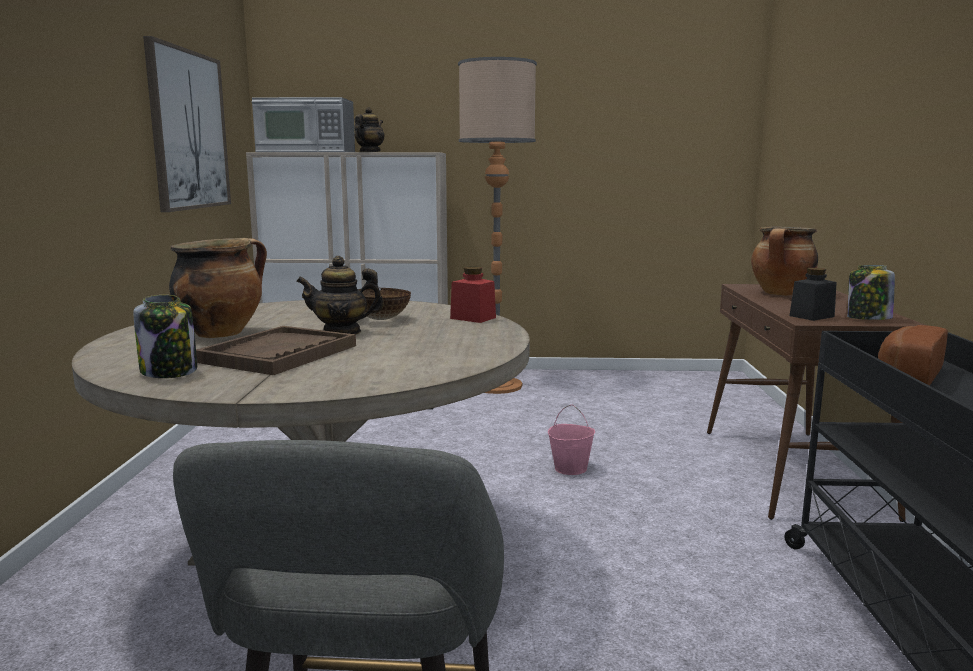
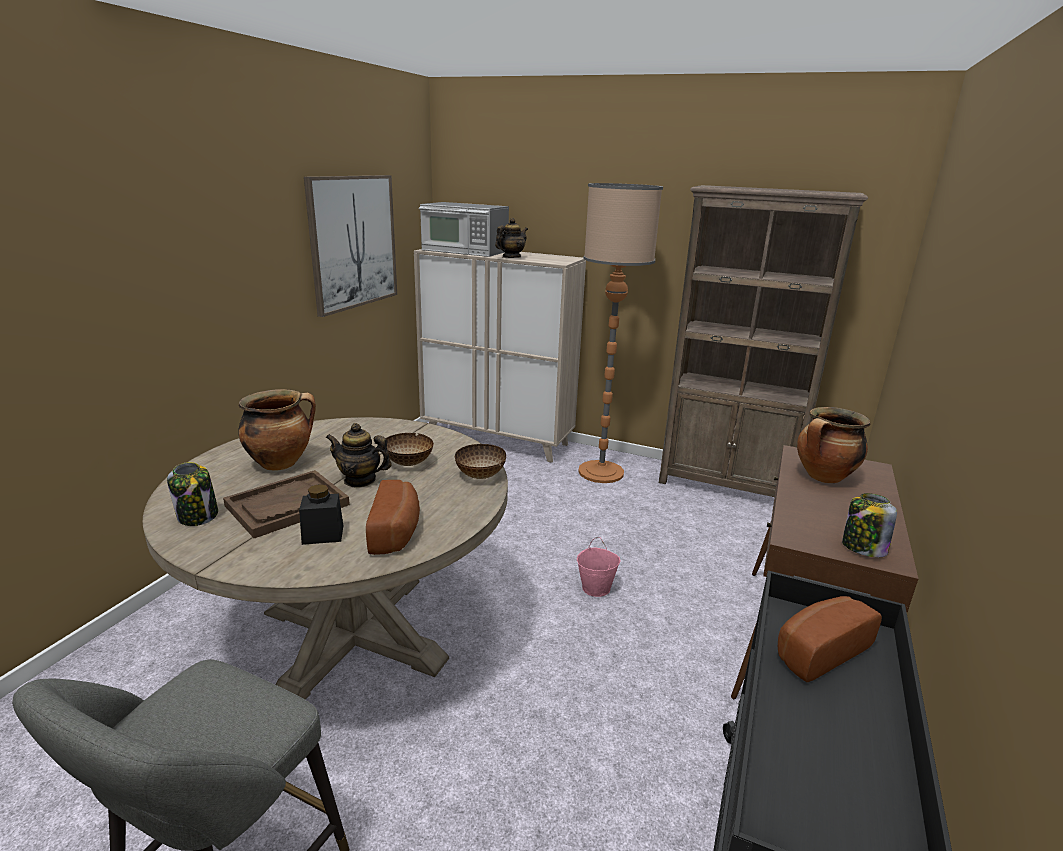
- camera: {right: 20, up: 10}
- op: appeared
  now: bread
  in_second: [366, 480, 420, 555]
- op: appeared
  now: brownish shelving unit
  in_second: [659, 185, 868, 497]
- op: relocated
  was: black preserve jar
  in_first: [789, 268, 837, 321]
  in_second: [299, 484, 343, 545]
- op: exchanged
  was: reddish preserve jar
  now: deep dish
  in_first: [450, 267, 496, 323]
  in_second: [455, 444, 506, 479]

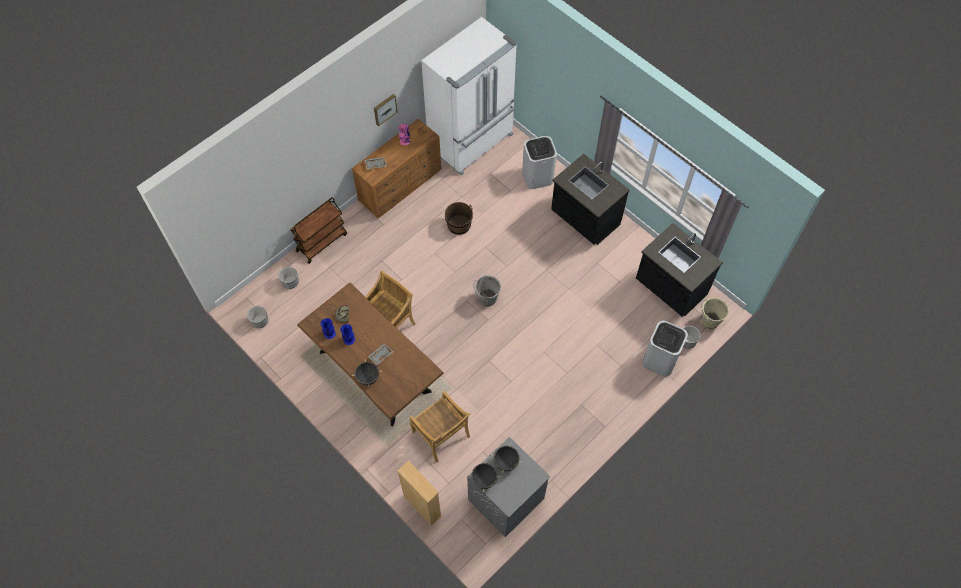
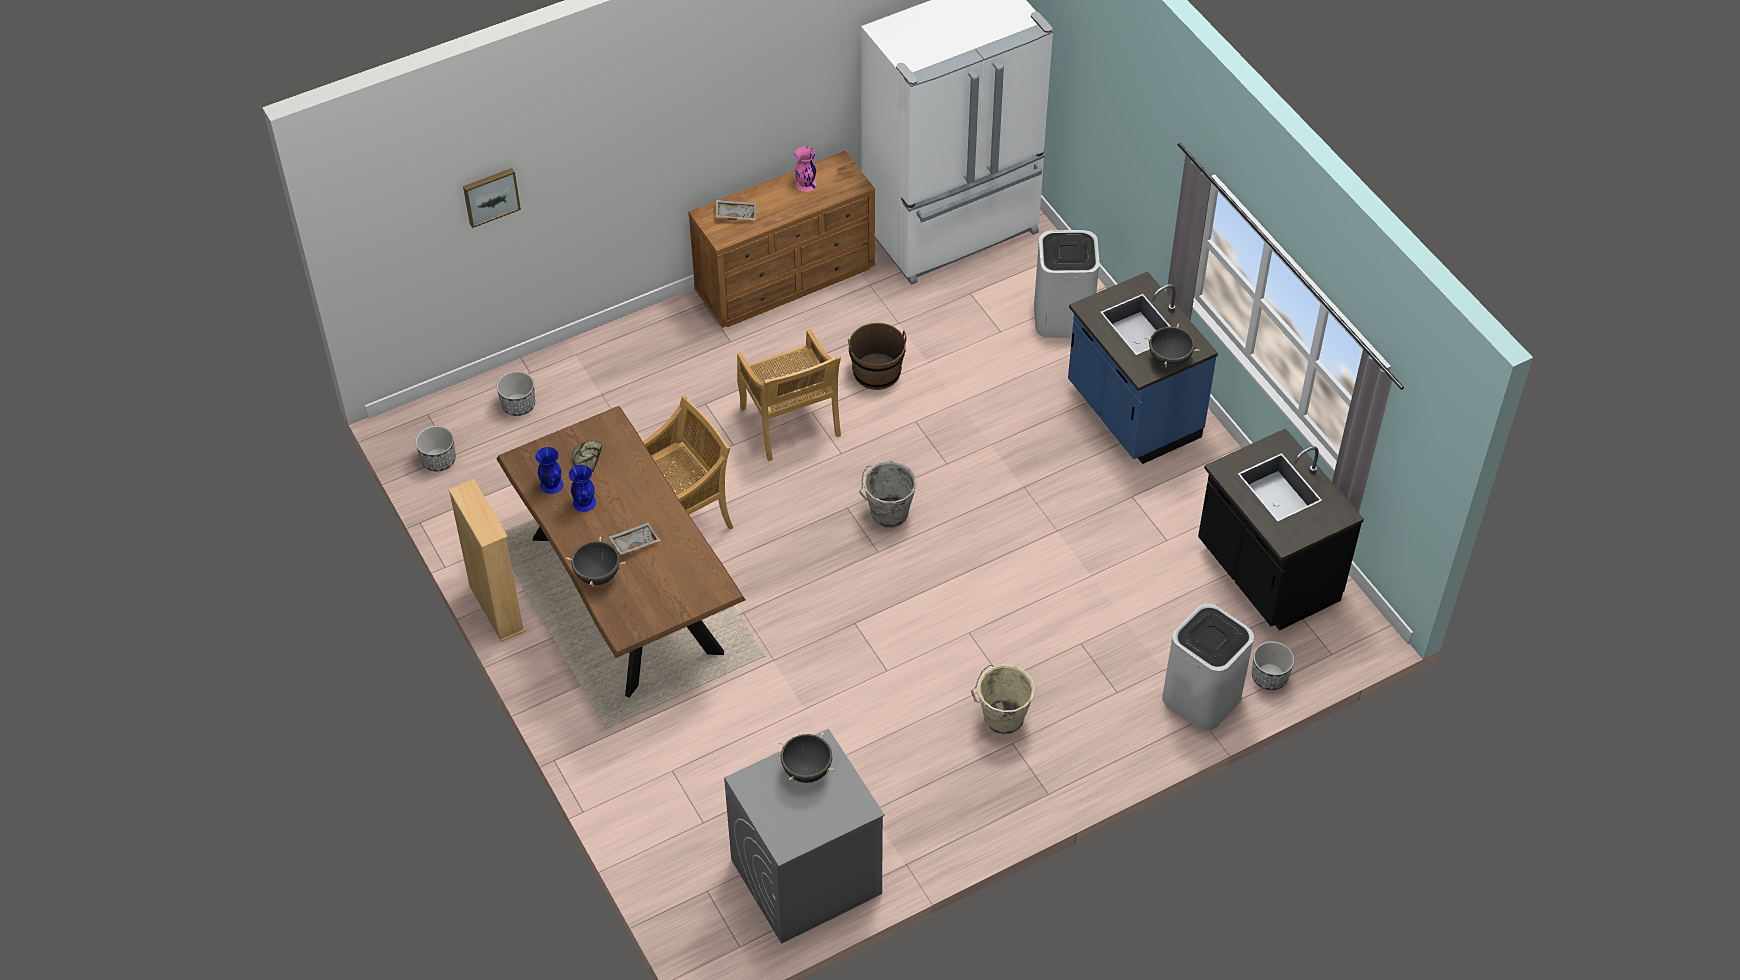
- camera: {right: 15, up: -10}
- op: missing
  was: brownish cart
  in_first: [290, 197, 347, 264]
- op: relocated
  was: wall art
  in_first: [374, 94, 397, 126]
  in_second: [463, 168, 521, 228]
- op: relocated
  was: beige-coloured shelving unit
  in_first: [398, 461, 442, 526]
  in_second: [449, 479, 526, 642]
- op: relocated
  was: beige-coloured plain chair
  in_first: [410, 391, 470, 463]
  in_second: [737, 329, 841, 461]
- op: relocated
  was: black cooking pot
  in_first: [468, 460, 501, 492]
  in_second: [1144, 324, 1199, 367]
- op: relocated
  was: beige-coloured pail
  in_first: [701, 298, 729, 329]
  in_second: [971, 664, 1035, 735]
- op: colour
  was: black kitchen base unit
  now: blue kitchen base unit
  in_first: [551, 154, 630, 245]
  in_second: [1068, 271, 1218, 464]

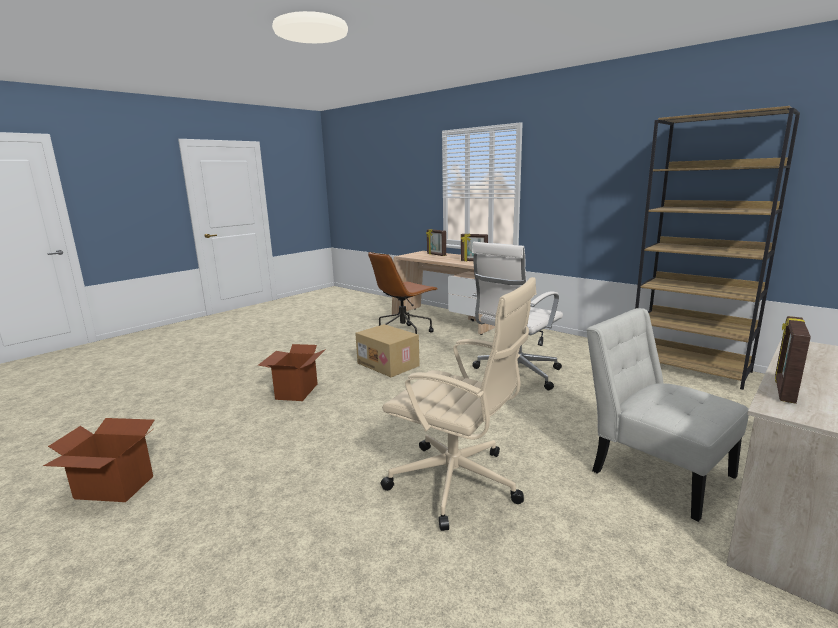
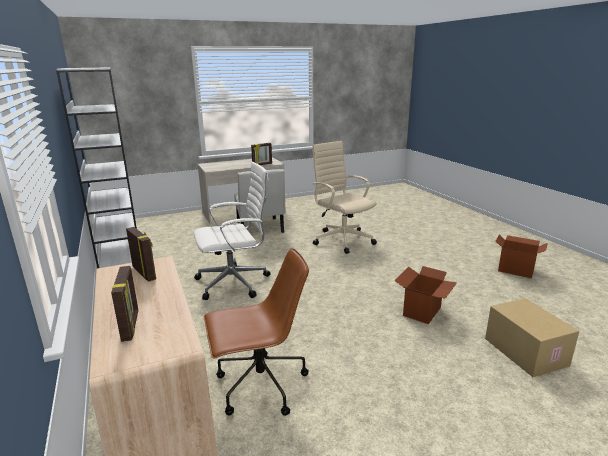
- camera: {right: -155, up: 5}
- op: relocated
  was: cardboard box
  in_first: [355, 324, 420, 377]
  in_second: [485, 298, 579, 377]
- op: colour
  was: brownish shelving unit
  now: white shelving unit
  in_first: [635, 106, 800, 390]
  in_second: [56, 67, 137, 269]

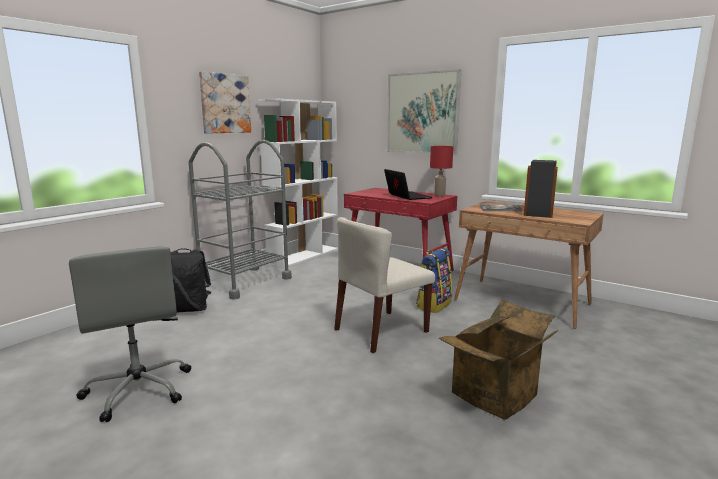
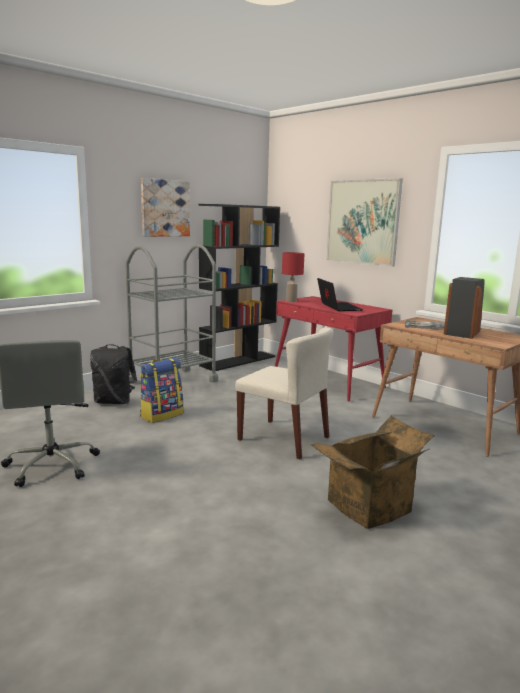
- camera: {right: 10, up: 0}
- op: relocated
  was: knapsack
  in_first: [416, 248, 452, 313]
  in_second: [140, 358, 183, 423]
- op: relocated
  was: reddish tabletop lamp
  in_first: [430, 146, 453, 197]
  in_second: [282, 252, 305, 302]
- op: colour
  was: white shelving unit
  now: black shelving unit
  in_first: [258, 98, 338, 268]
  in_second: [199, 204, 280, 371]
- op: spun
  was: beige-coloured plain chair
  in_first: [334, 217, 435, 353]
  in_second: [235, 327, 334, 459]
  clockwise: -120

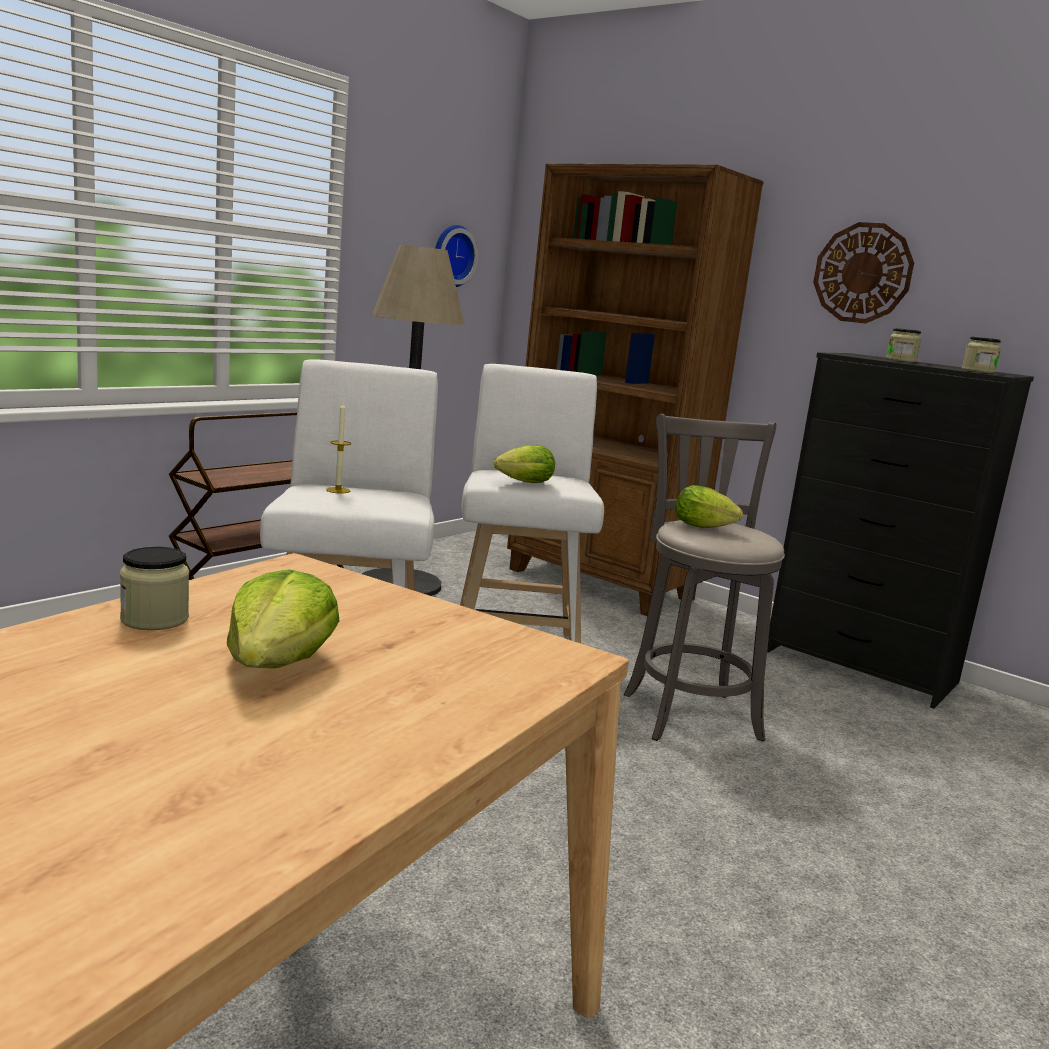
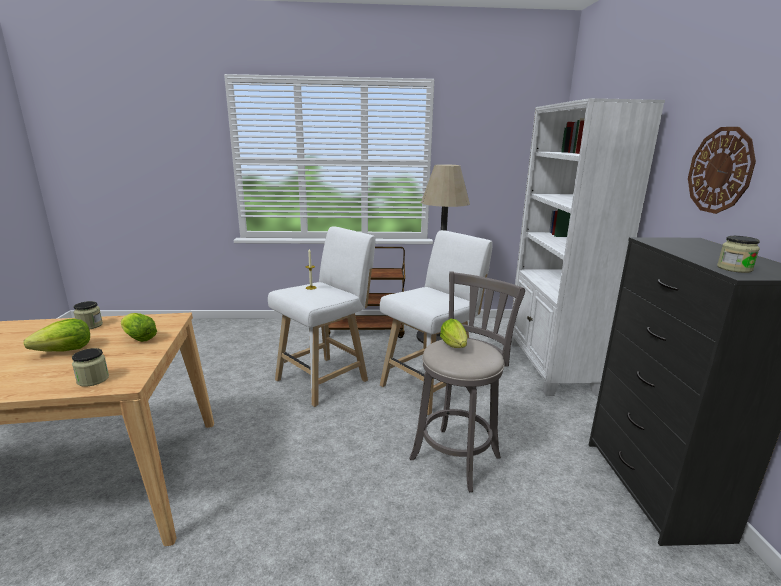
- camera: {right: 50, up: 5}
- op: missing
  was: clock on the wall
  in_first: [435, 225, 478, 287]
- op: relocated
  was: lettuce
  in_first: [494, 445, 555, 483]
  in_second: [121, 313, 157, 342]
- op: relocated
  was: preserve jar
  in_first: [886, 328, 921, 362]
  in_second: [72, 348, 109, 387]
- op: colour
  was: brownish shelving unit
  now: white shelving unit
  in_first: [507, 164, 764, 616]
  in_second: [511, 98, 665, 396]

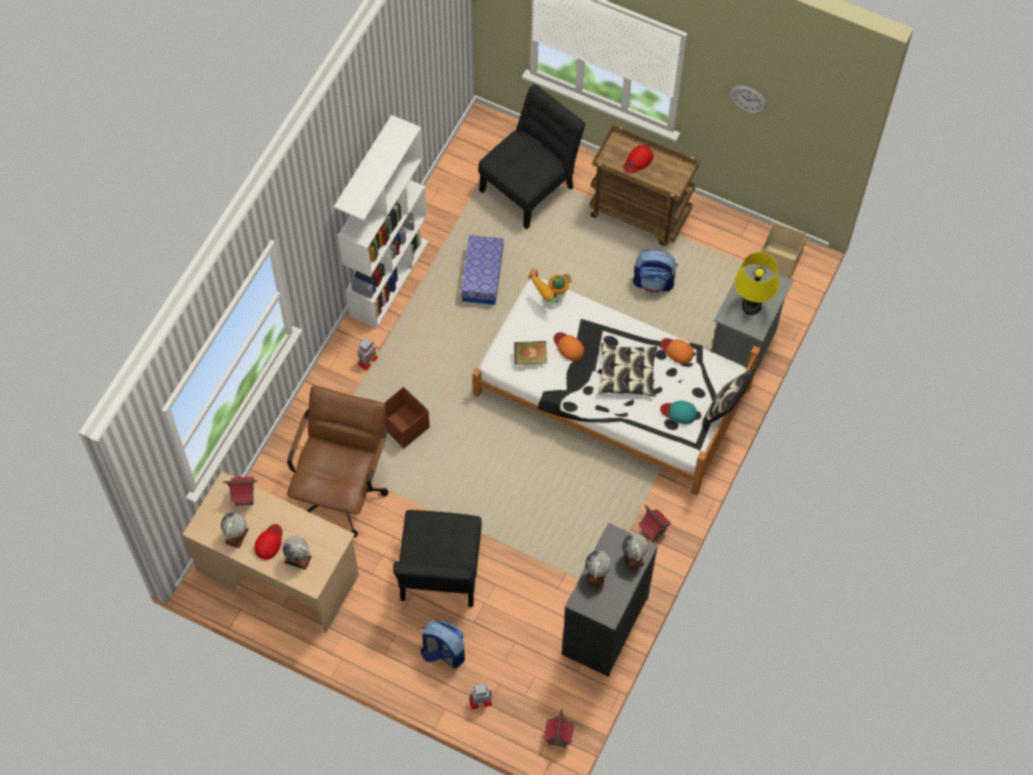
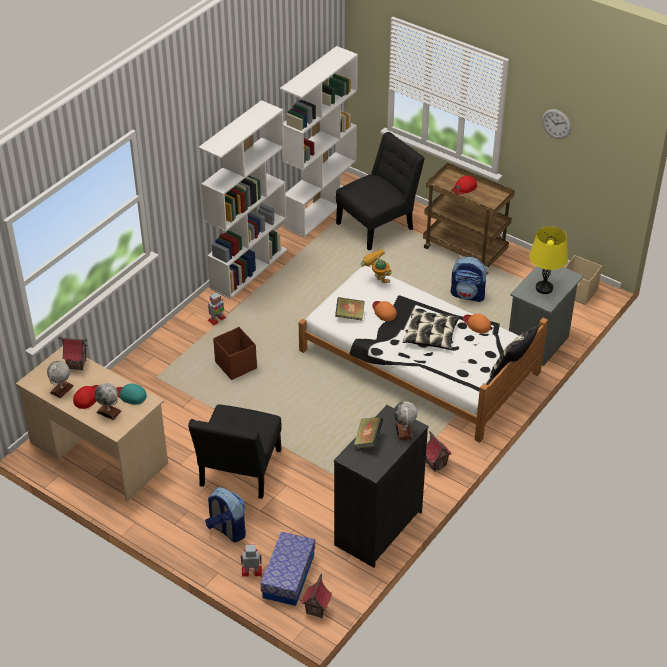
- camera: {right: 10, up: -20}
- op: missing
  was: brownish desk chair
  in_first: [287, 386, 388, 538]
- op: appeared
  now: white shelving unit
  in_second: [280, 46, 358, 237]
- op: relocated
  was: storage box
  in_first: [461, 235, 504, 305]
  in_second: [260, 532, 315, 606]
- op: relocated
  was: blue-green cap
  in_first: [660, 401, 697, 424]
  in_second: [116, 384, 147, 405]
- op: exchanged
  was: desk globe
  now: book
  in_first: [585, 550, 612, 587]
  in_second: [354, 417, 383, 449]
- op: spun
  was: toy robot
  in_first: [531, 274, 571, 304]
  in_second: [361, 249, 392, 283]
  clockwise: 75

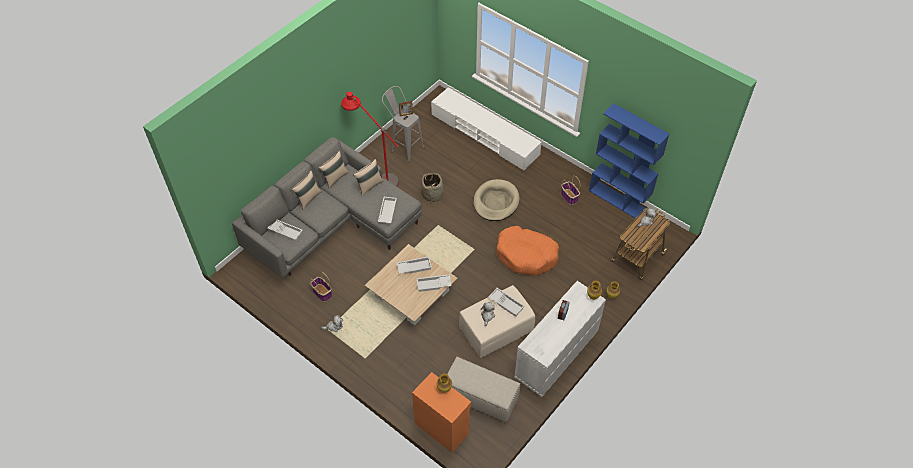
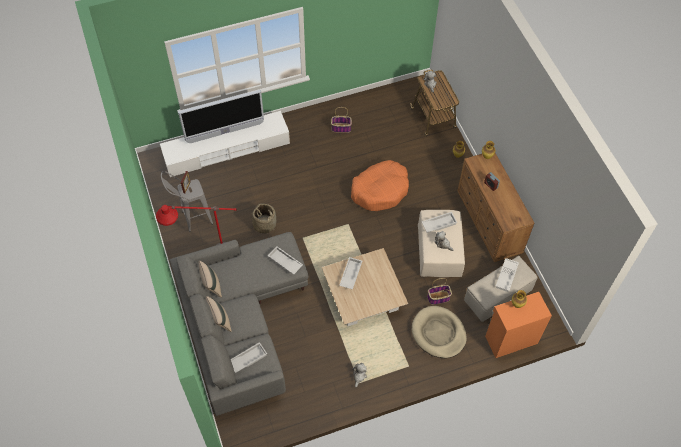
- camera: {right: -60, up: 5}
- op: missing
  was: beige-coloured throw pillow
  in_first: [353, 159, 383, 196]
- op: missing
  was: blue shelving unit
  in_first: [589, 103, 669, 219]
- op: appeared
  now: television
  in_second: [178, 90, 264, 143]
- op: relocated
  was: storage basket
  in_first: [310, 272, 332, 302]
  in_second: [427, 278, 452, 305]
- op: relocated
  was: white carrying tray
  in_first: [417, 274, 452, 292]
  in_second: [496, 258, 519, 292]
- op: relocated
  was: beige-coloured dog bed
  in_first: [473, 179, 520, 221]
  in_second: [412, 306, 467, 358]
- op: colour
  was: white chest of drawers
  now: brownish chest of drawers
  in_first: [514, 281, 606, 397]
  in_second: [457, 153, 534, 262]

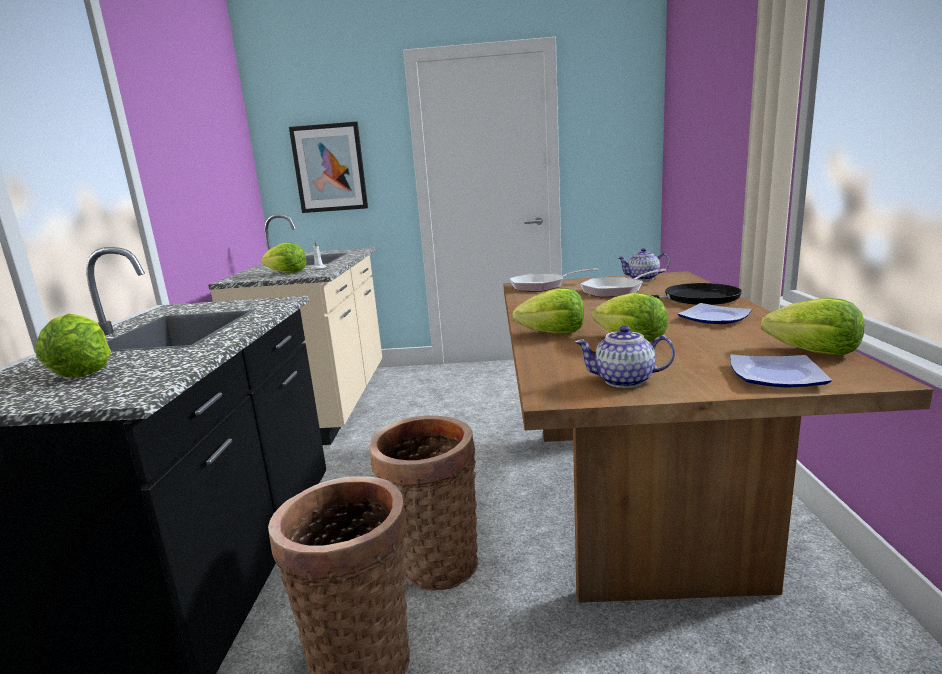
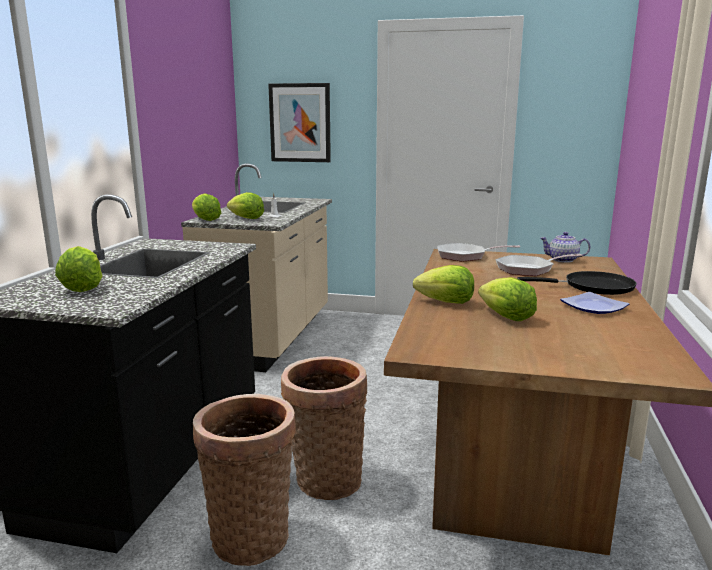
- camera: {right: 10, up: 0}
- op: missing
  was: pot for tea
  in_first: [575, 326, 675, 388]
- op: missing
  was: plate
  in_first: [730, 355, 832, 388]
- op: relocated
  was: lettuce
  in_first: [761, 298, 864, 356]
  in_second: [192, 193, 221, 221]

